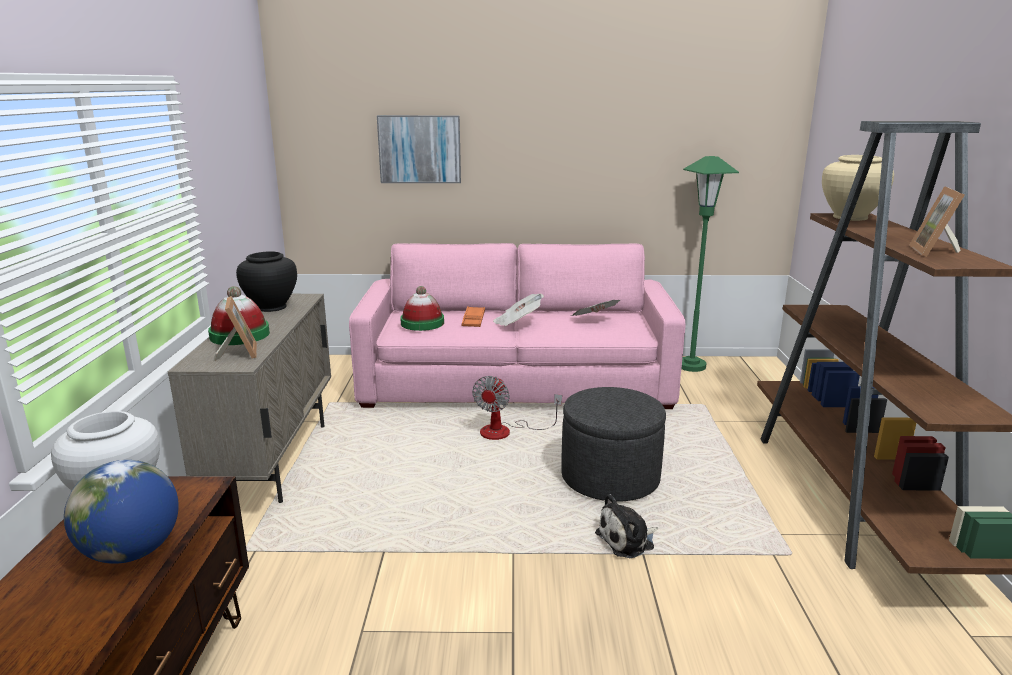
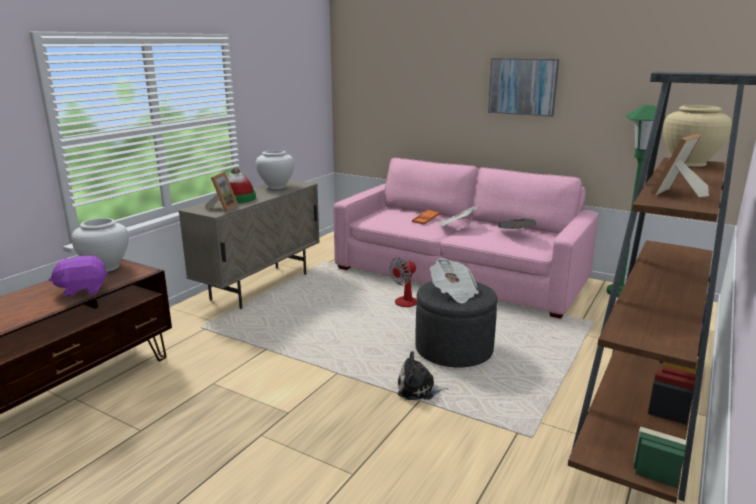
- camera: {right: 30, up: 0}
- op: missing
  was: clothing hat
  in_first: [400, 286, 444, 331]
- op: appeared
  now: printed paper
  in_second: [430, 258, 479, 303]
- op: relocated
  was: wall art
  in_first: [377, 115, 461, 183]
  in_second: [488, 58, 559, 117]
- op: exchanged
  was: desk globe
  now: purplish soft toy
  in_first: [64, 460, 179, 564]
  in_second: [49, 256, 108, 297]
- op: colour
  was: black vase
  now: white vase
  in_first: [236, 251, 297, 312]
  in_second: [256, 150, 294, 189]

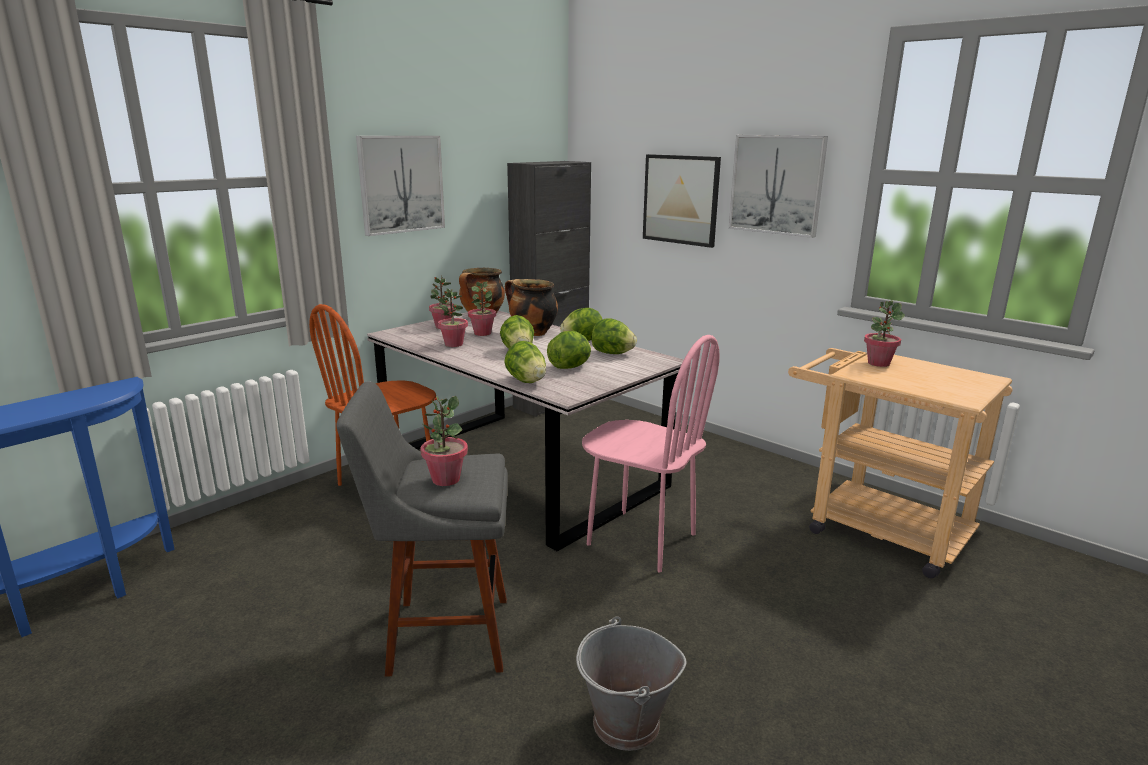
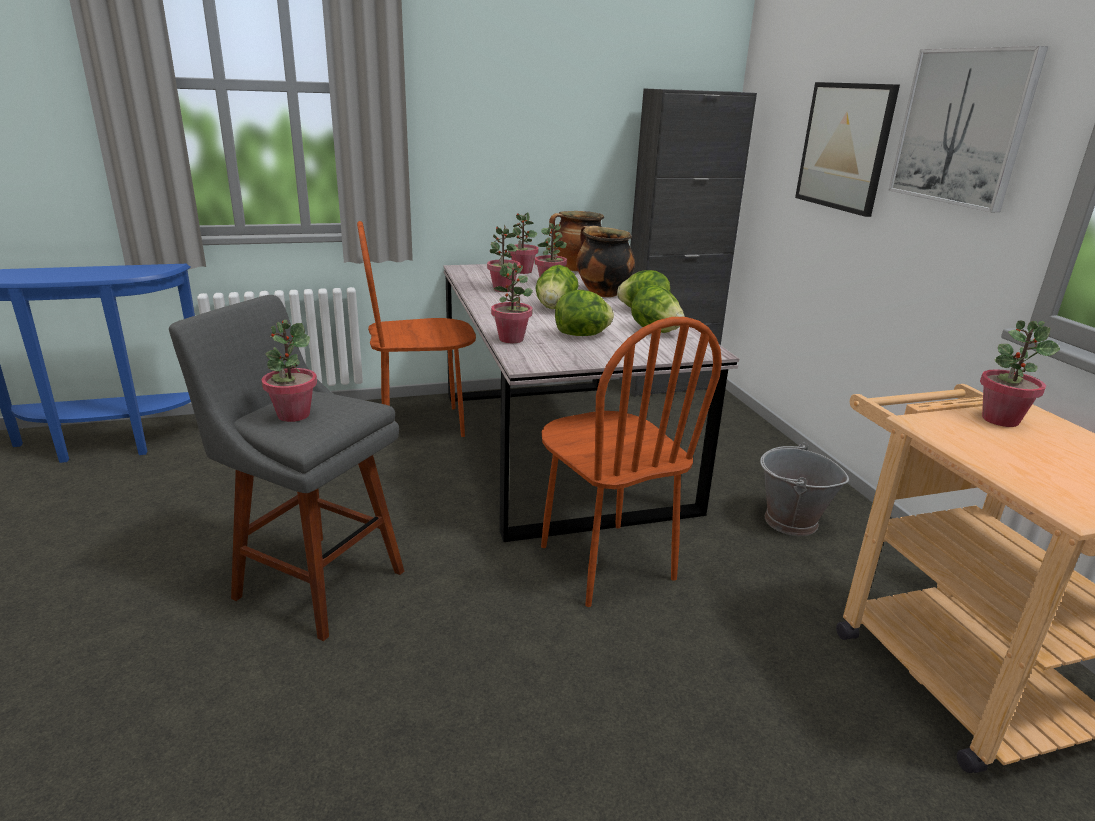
- camera: {right: 30, up: 5}
- op: missing
  was: wall art
  in_first: [356, 136, 445, 236]
- op: relocated
  was: greyish pail
  in_first: [576, 616, 687, 751]
  in_second: [760, 442, 849, 536]
- op: exchanged
  was: lettuce
  now: plant in a pot
  in_first: [504, 341, 546, 383]
  in_second: [491, 262, 533, 343]
- op: colour
  was: pinkish plain chair
  now: brownish plain chair
  in_first: [582, 335, 720, 573]
  in_second: [541, 317, 722, 607]

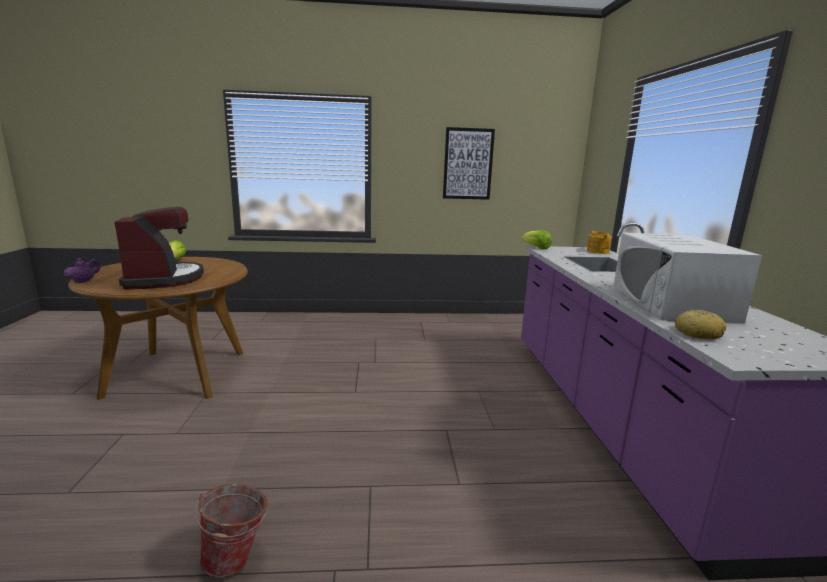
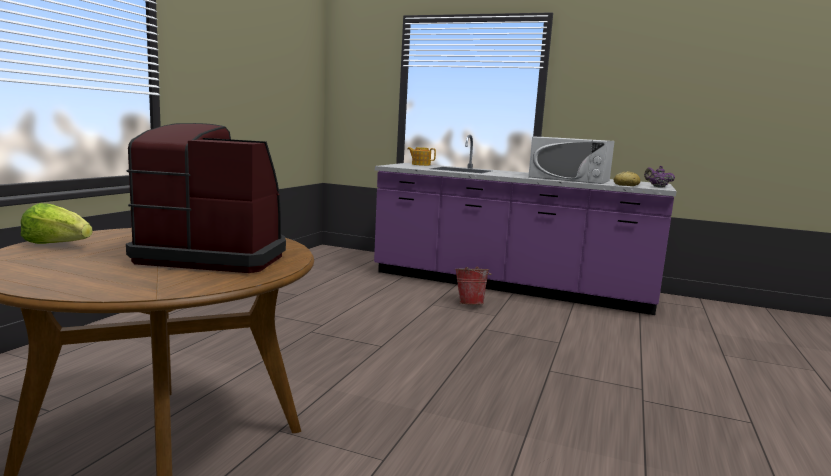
- camera: {right: -65, up: -5}
- op: missing
  was: wall art
  in_first: [443, 127, 495, 200]
- op: missing
  was: lettuce
  in_first: [522, 230, 552, 249]
- op: relocated
  was: purplish pot for tea
  in_first: [64, 258, 100, 283]
  in_second: [644, 166, 675, 188]
- op: relocated
  was: pail
  in_first: [195, 484, 269, 578]
  in_second: [455, 267, 491, 305]

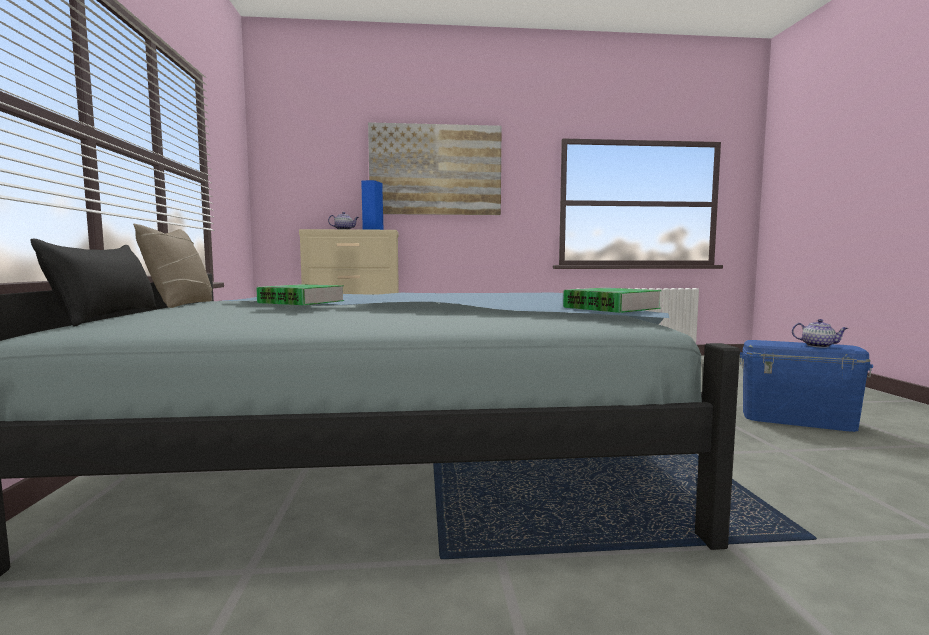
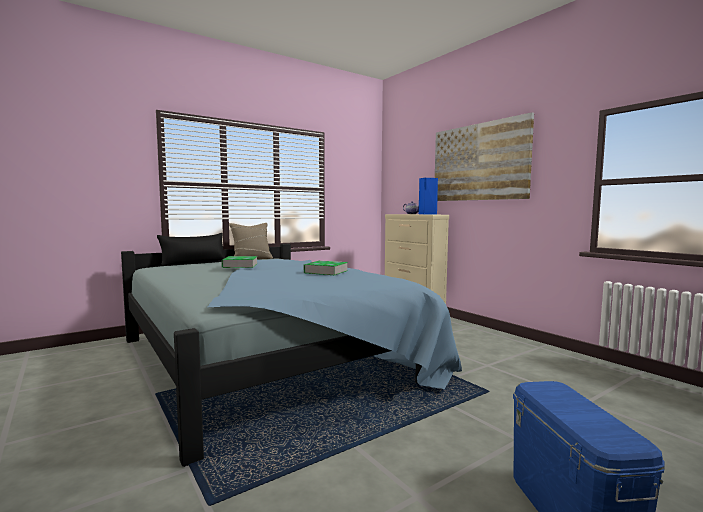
- camera: {right: 60, up: 0}
- op: missing
  was: pot for tea
  in_first: [792, 319, 848, 348]
- op: relocated
  was: book
  in_first: [563, 288, 662, 313]
  in_second: [304, 261, 348, 275]

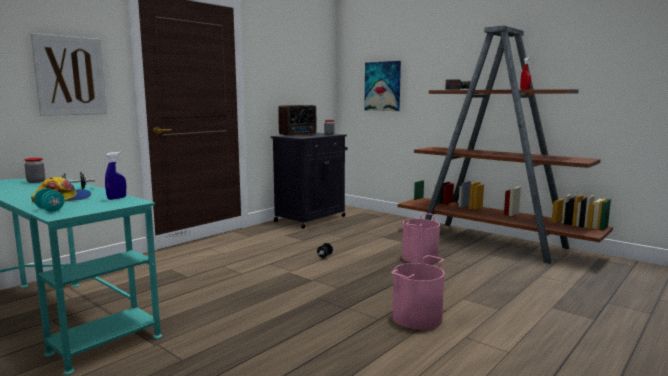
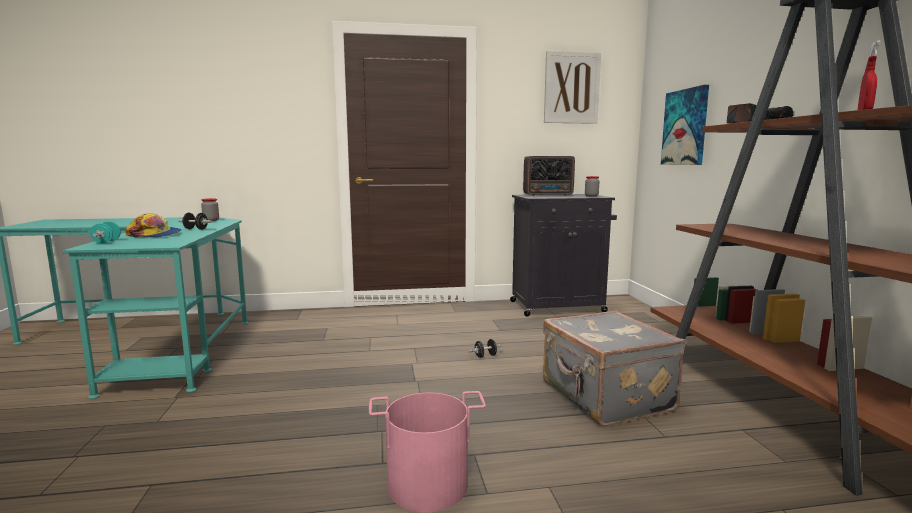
- camera: {right: 40, up: 0}
- op: missing
  was: blue hand sprayer
  in_first: [105, 152, 126, 200]
- op: relocated
  was: wall art
  in_first: [31, 33, 107, 116]
  in_second: [544, 51, 601, 124]
- op: exchanged
  was: pinkish pail
  now: greyish suitcase
  in_first: [402, 213, 440, 264]
  in_second: [543, 311, 685, 426]

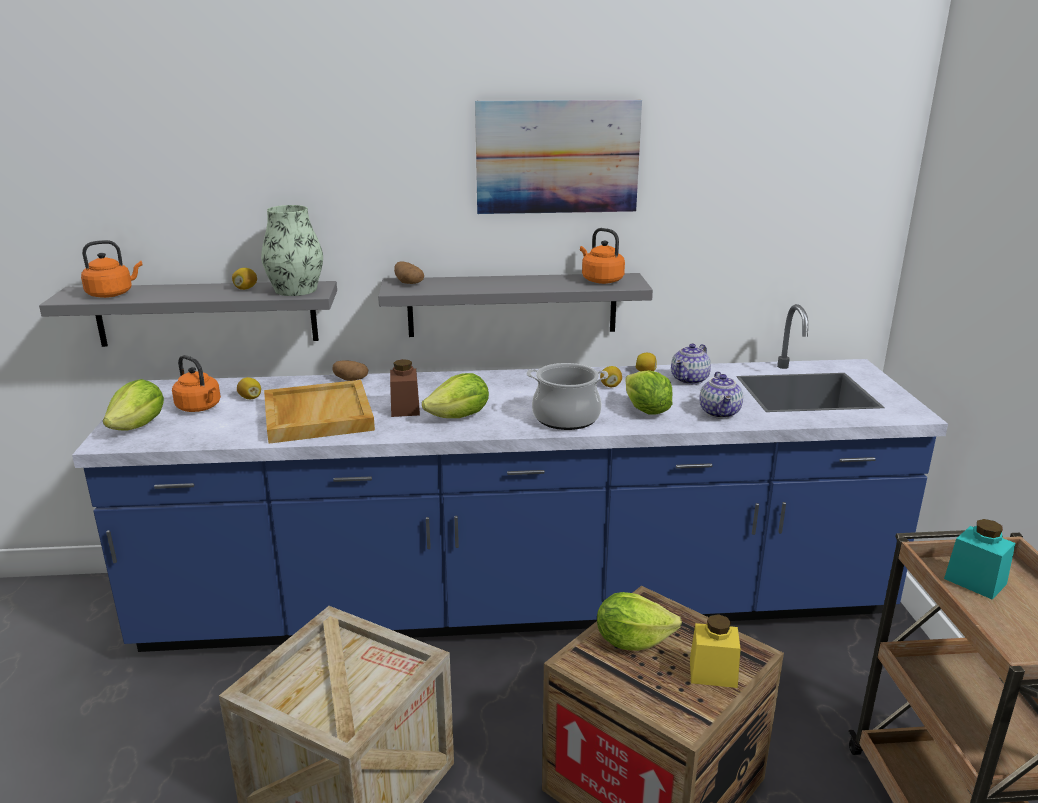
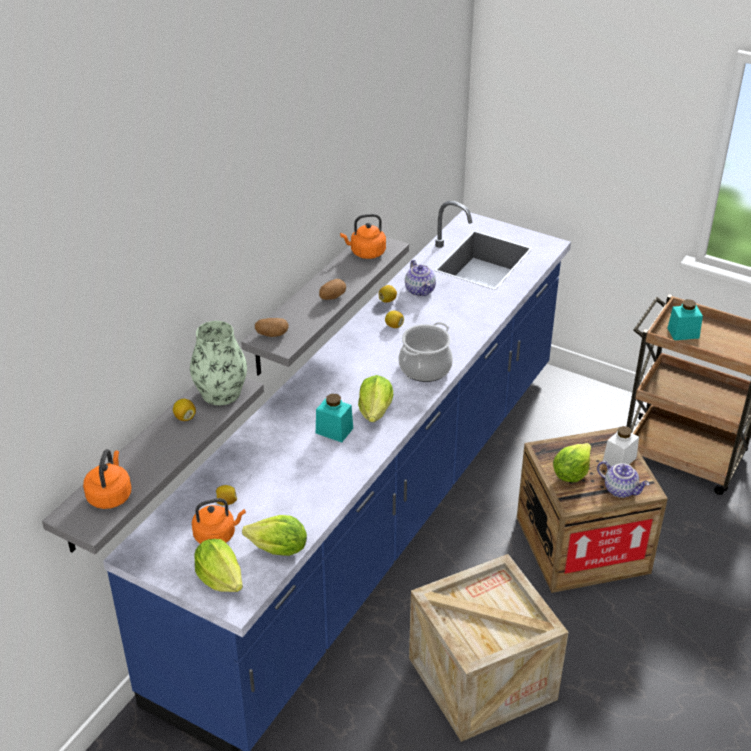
- camera: {right: -55, up: 15}
- op: missing
  was: beige-coloured carrying tray
  in_first: [264, 380, 375, 444]
- op: missing
  was: wall art
  in_first: [475, 100, 642, 214]
- op: relocated
  was: potato
  in_first: [333, 361, 368, 381]
  in_second: [319, 279, 346, 300]
- op: relocated
  was: lettuce
  in_first: [625, 370, 672, 415]
  in_second: [242, 515, 307, 556]
- op: relocated
  was: pot for tea
  in_first: [699, 371, 743, 419]
  in_second: [597, 461, 649, 498]
- op: colour
  was: brownish preserve jar
  now: blue-green preserve jar
  in_first: [390, 359, 420, 417]
  in_second: [316, 394, 353, 443]
- op: colour
  was: yellow preserve jar
  now: white preserve jar
  in_first: [690, 614, 741, 688]
  in_second: [603, 426, 639, 466]

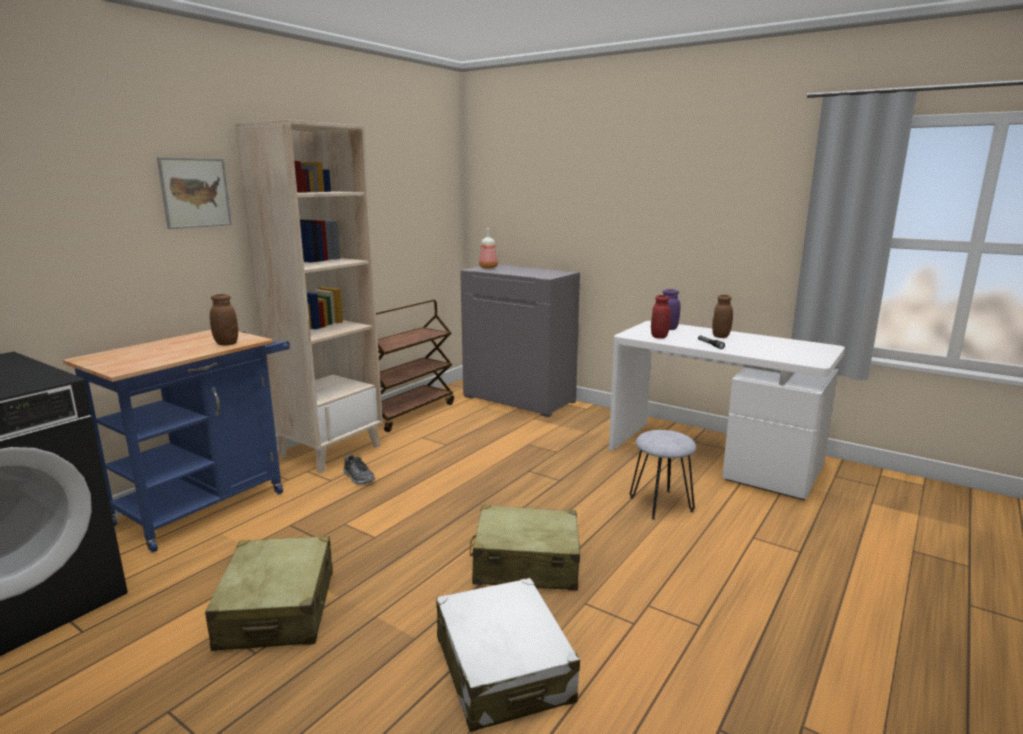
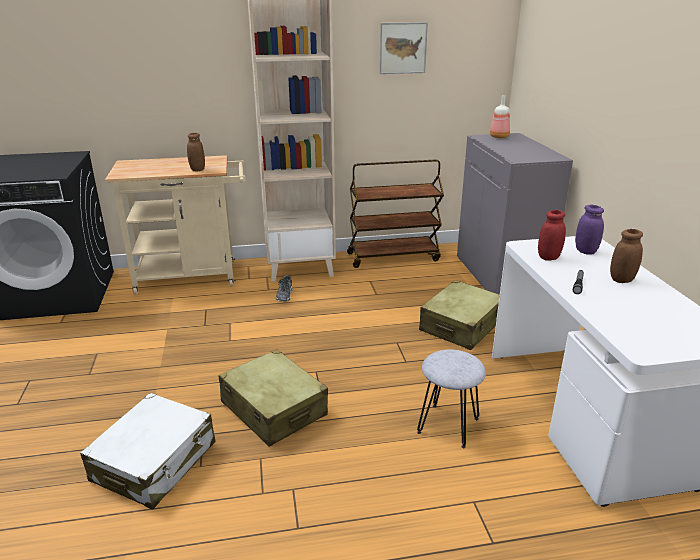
- camera: {right: 45, up: 10}
- op: relocated
  was: wall art
  in_first: [157, 157, 232, 229]
  in_second: [379, 22, 428, 74]
- op: relocated
  was: beige-coloured suitcase
  in_first: [205, 536, 333, 651]
  in_second: [419, 280, 500, 350]
- op: colour
  was: blue cart
  now: beige-coloured cart
  in_first: [63, 330, 290, 553]
  in_second: [105, 155, 246, 295]

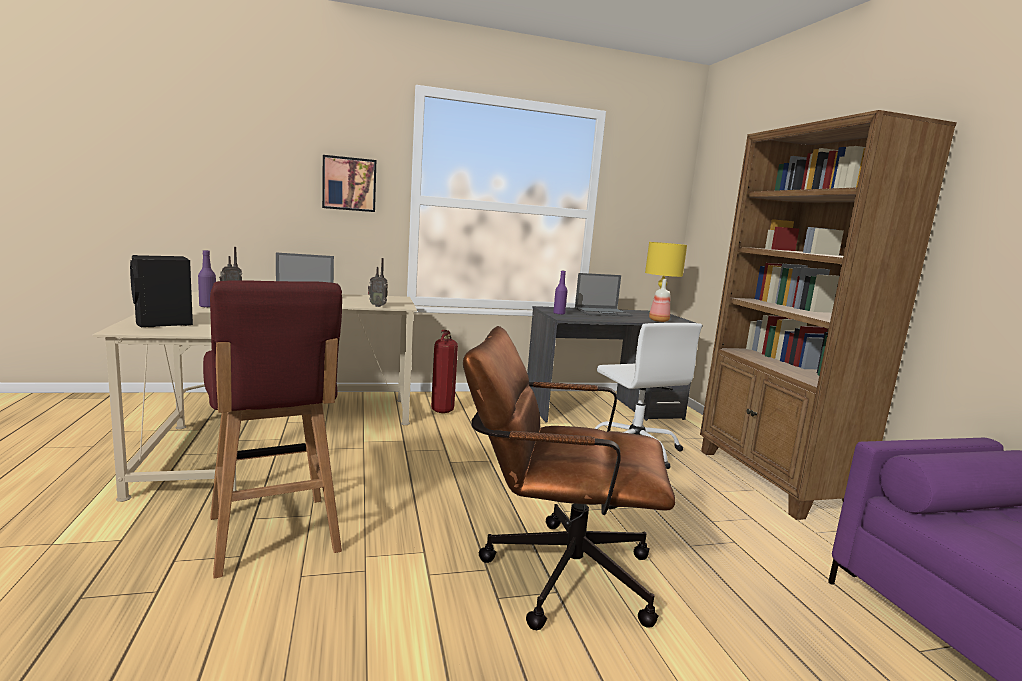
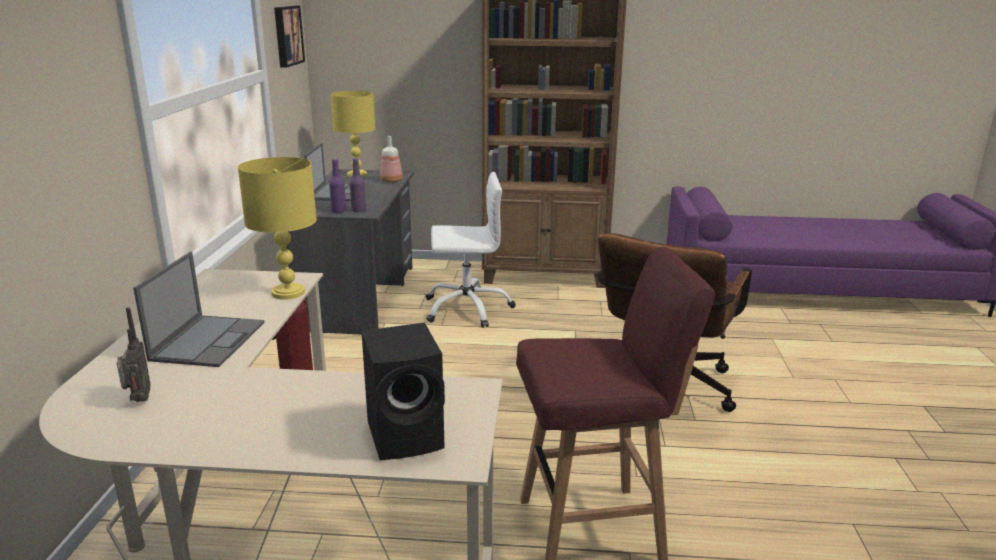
- camera: {right: -70, up: 10}
- op: relocated
  was: purplish bottle
  in_first: [198, 250, 216, 308]
  in_second: [350, 158, 366, 212]
- op: relocated
  was: wall art
  in_first: [322, 155, 376, 212]
  in_second: [274, 6, 305, 68]
- op: exchanged
  was: radio
  now: yellow tabletop lamp
  in_first: [368, 258, 388, 307]
  in_second: [238, 157, 317, 300]

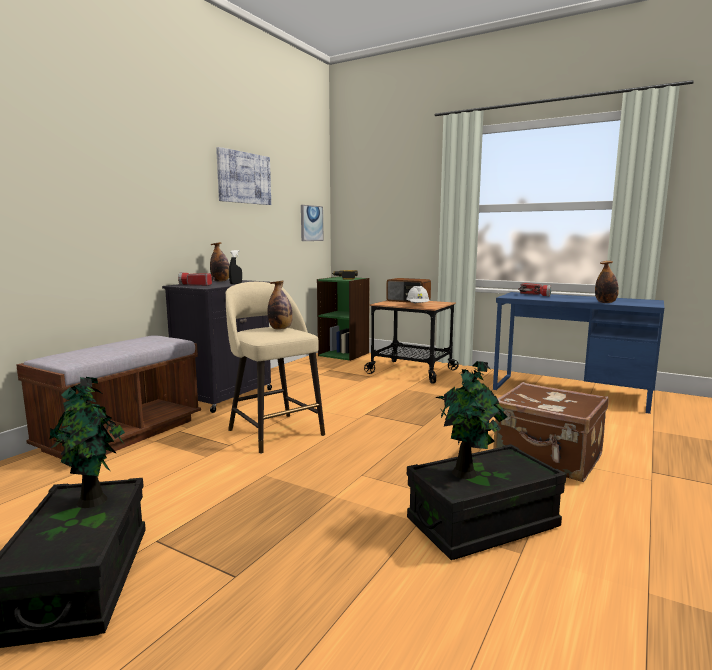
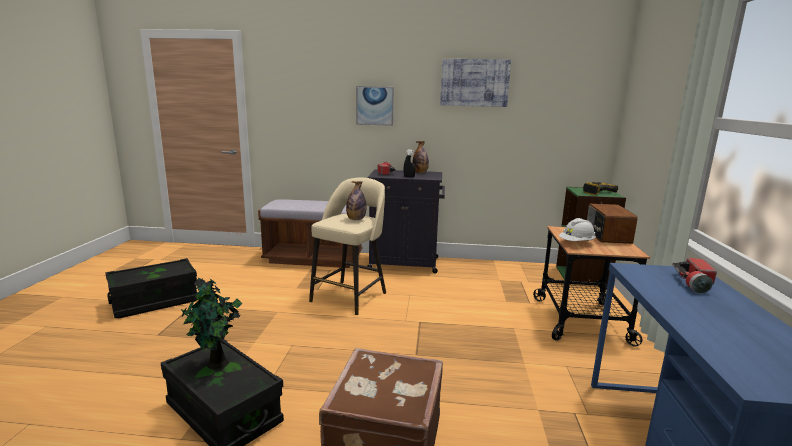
- camera: {right: 65, up: 5}
- op: missing
  was: plant in a pot
  in_first: [49, 377, 126, 508]
- op: missing
  was: bottle
  in_first: [595, 261, 619, 303]
- op: relocated
  was: wall art
  in_first: [301, 205, 323, 241]
  in_second: [356, 86, 394, 126]

